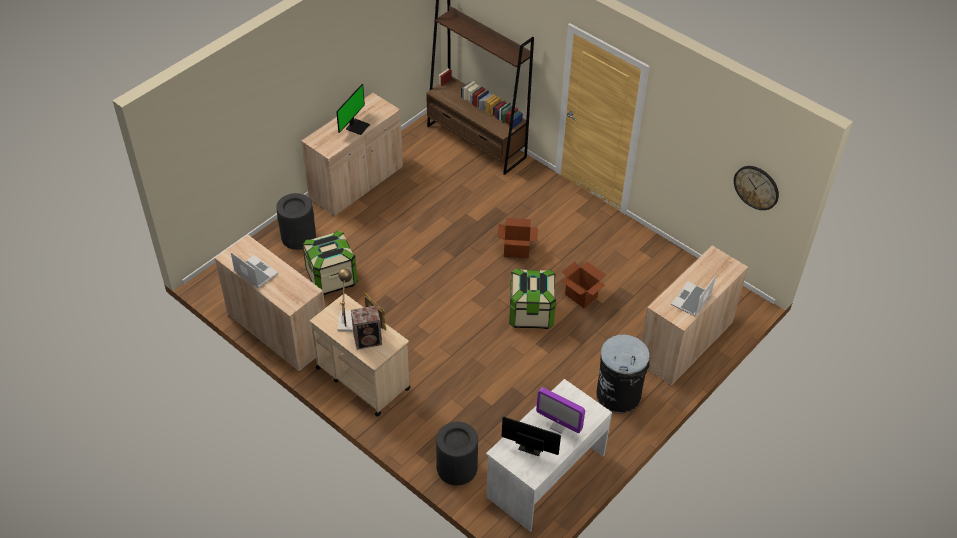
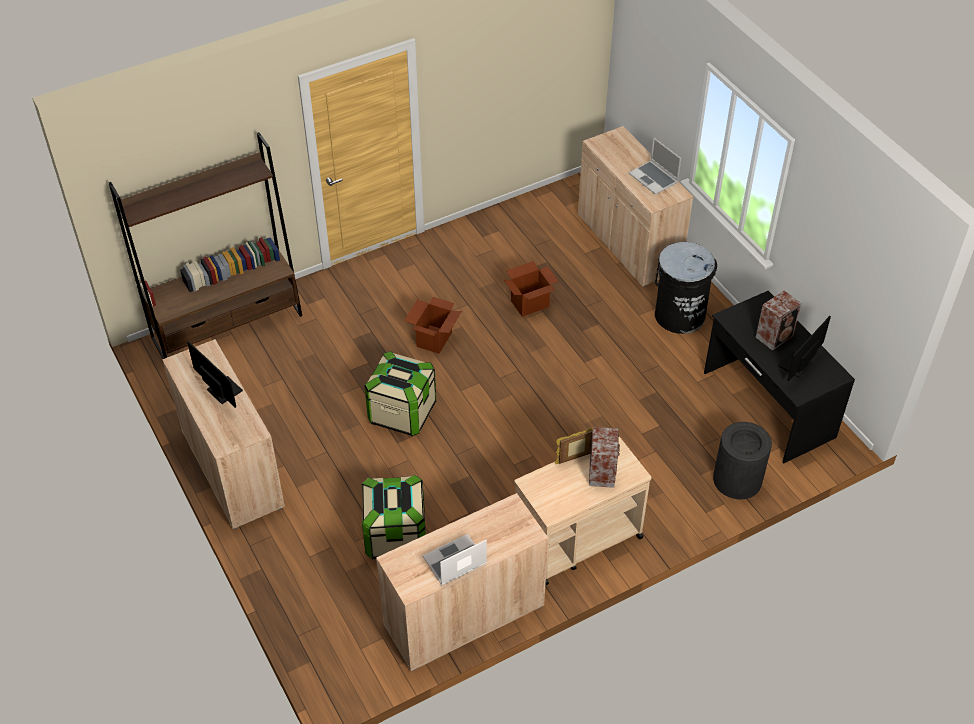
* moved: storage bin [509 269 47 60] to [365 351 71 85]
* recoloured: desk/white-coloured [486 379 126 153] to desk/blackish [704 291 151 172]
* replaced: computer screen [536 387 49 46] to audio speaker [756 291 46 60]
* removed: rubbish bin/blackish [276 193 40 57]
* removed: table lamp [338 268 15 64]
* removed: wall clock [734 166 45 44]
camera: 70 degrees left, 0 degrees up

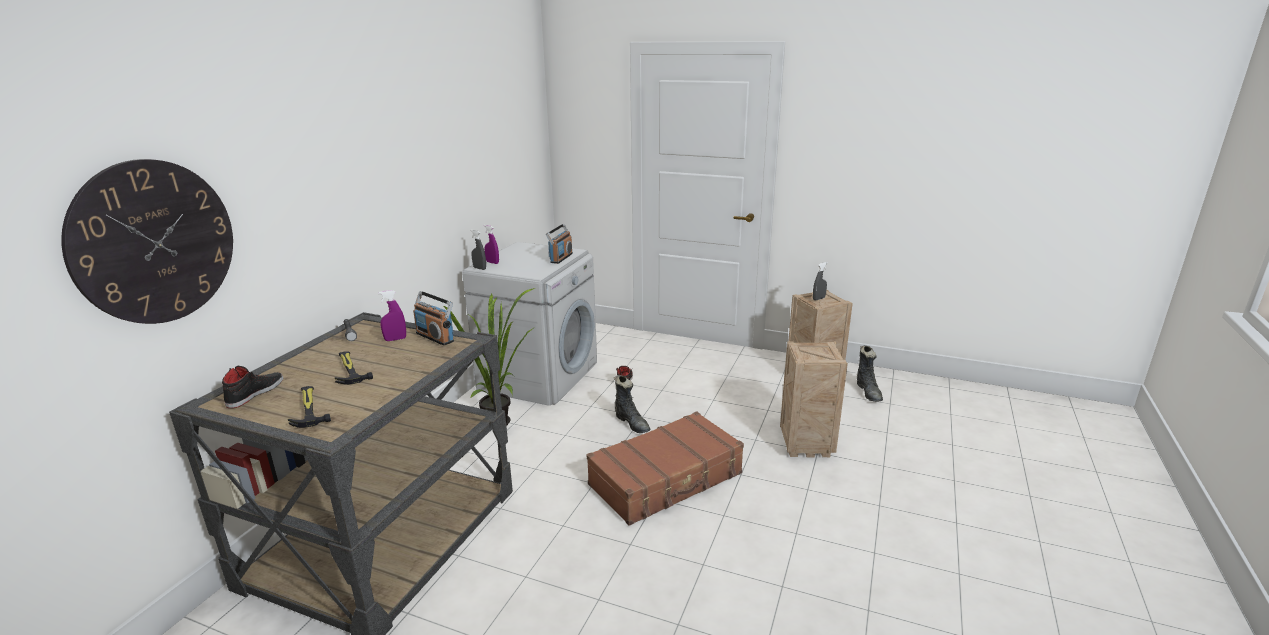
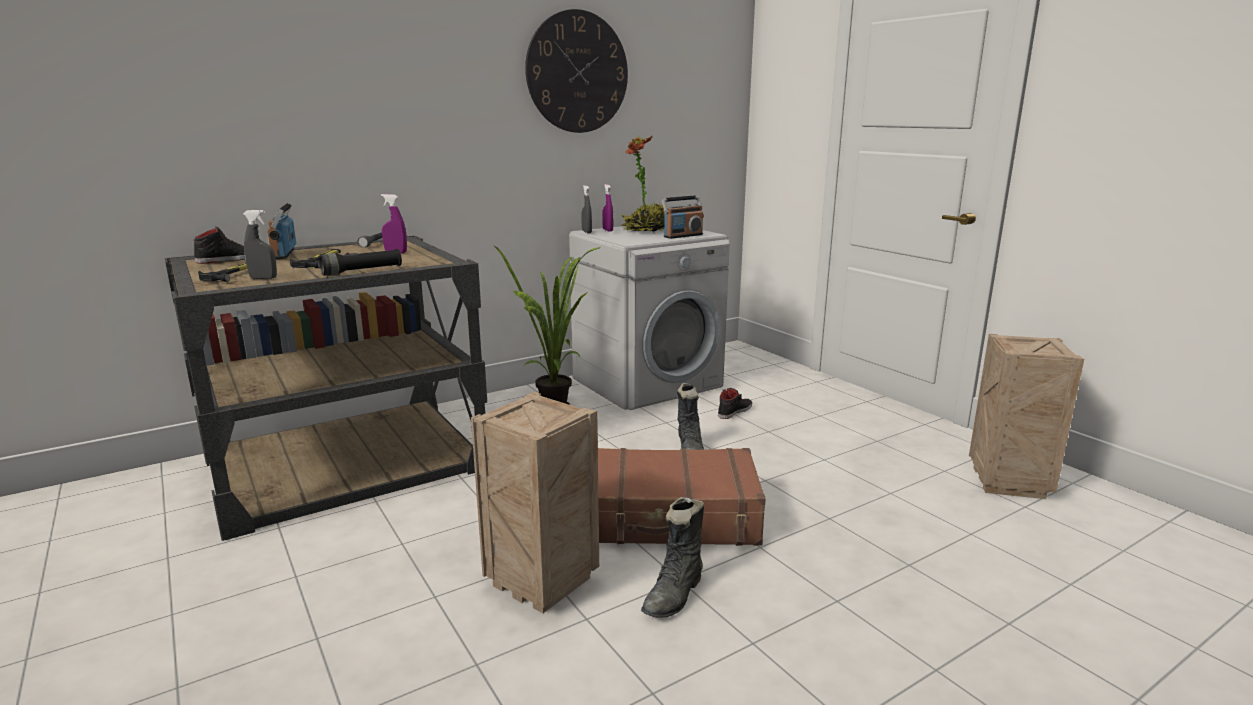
* moved: sprayer/gray [813 262 15 38] to [243 210 34 69]
* moved: radio receiver [413 291 41 55] to [267 203 29 56]
* added: flashlight/blackish [319 249 83 26]
* moved: shipping crate [780 342 68 116] to [471 392 128 221]
* moved: wall clock [61 159 172 165] to [525 9 103 124]
* added: potted plant [621 135 46 96]
* moved: boot/blackish [857 345 26 56] to [641 497 63 121]
camera: 35 degrees right, 5 degrees down

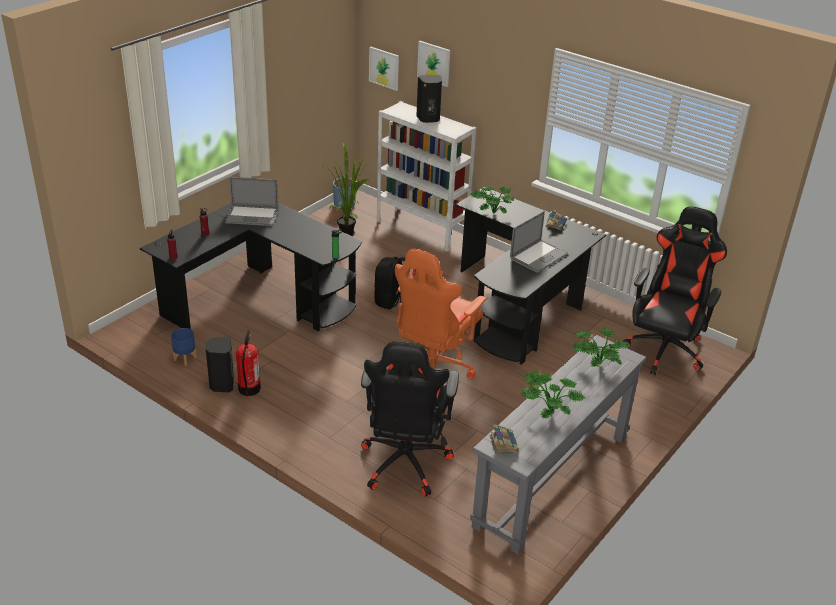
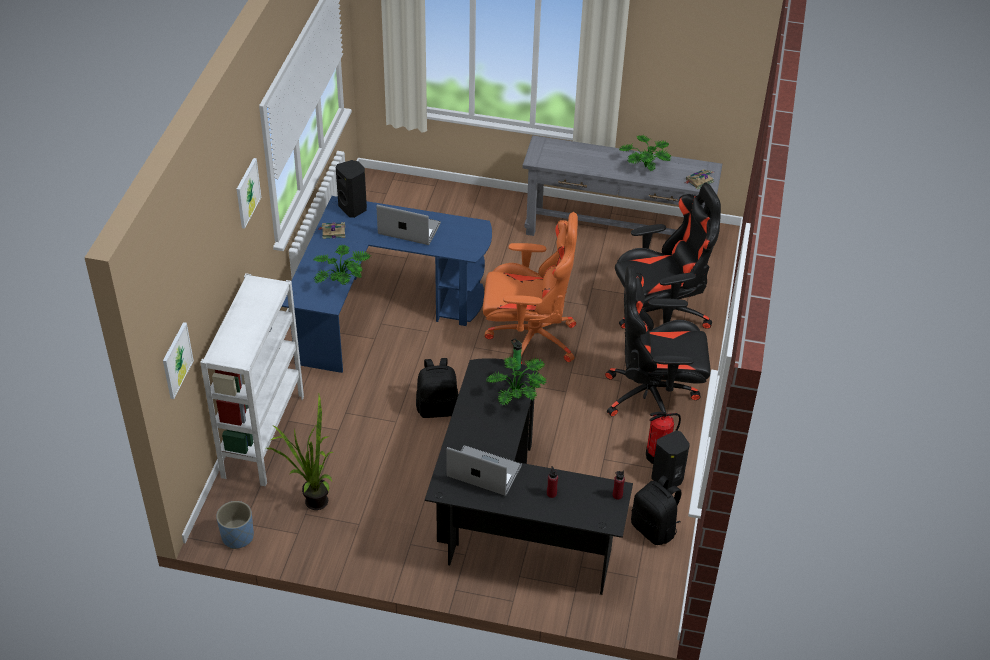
* moved: picture [417 41 33 46] to [237 158 24 71]
* recoloured: desk/blackish [456 187 150 178] to desk/blue [282 196 210 177]
* moved: audio speaker/blackish [417 75 25 48] to [336 160 31 58]
* turned: notebook computer [225 177 54 49] = [446 445 76 51] 45 degrees counterclockwise
* moved: potted plant [572 327 58 40] to [486 357 61 49]
* moved: computer chair/blackish [623 206 104 169] to [605 264 106 152]
* replaced: plant pot/blue [171 328 26 38] to rucksack/blackish [631 475 51 70]
camera: 115 degrees left, 10 degrees up

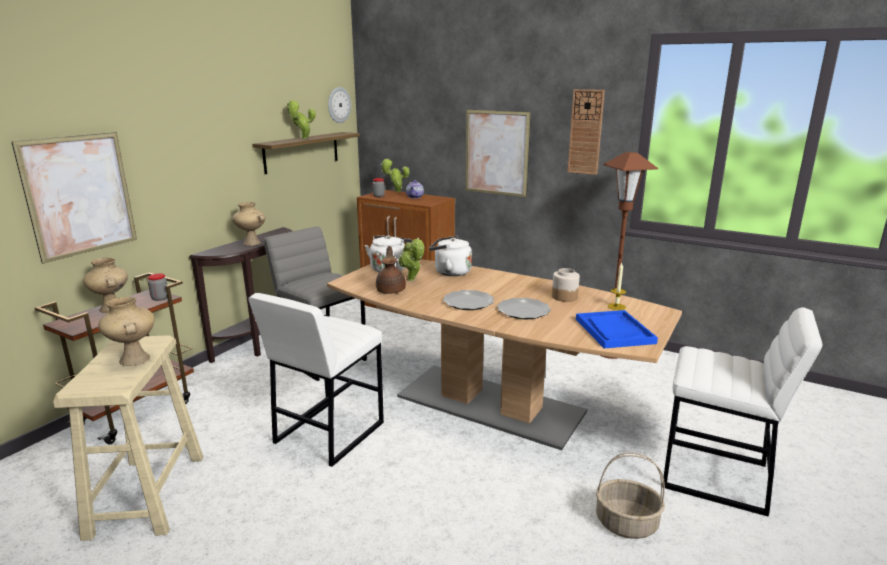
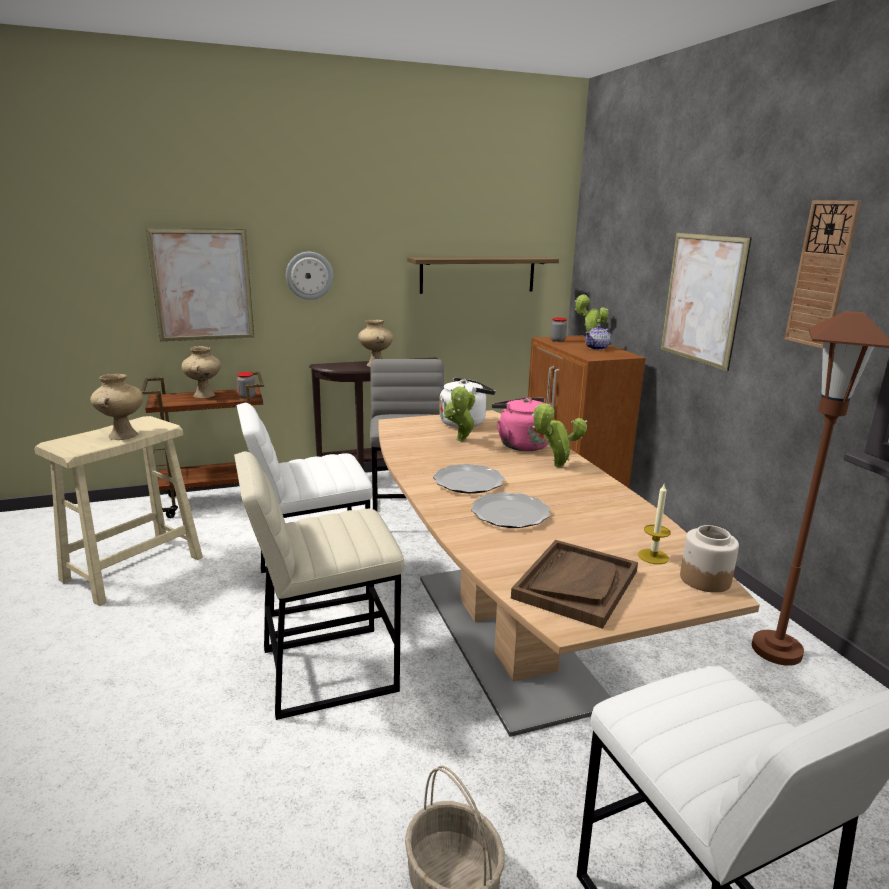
* added: chair/beige-coloured [234 451 170 269]
* moved: wall clock [328 87 23 36] to [286 252 47 48]
* recoloured: water kettle/white-coloured [429 236 43 40] to water kettle/pink-coloured [492 397 56 54]
* recoloured: serving tray/blue [576 310 82 38] to serving tray/brown [511 540 127 89]
* moved: potted plant [287 100 29 39] to [532 403 55 64]
* moved: preserve jar [552 268 28 34] to [680 525 59 68]
* removed: pot for tea/brown [376 246 30 48]
camera: 40 degrees right, 0 degrees up

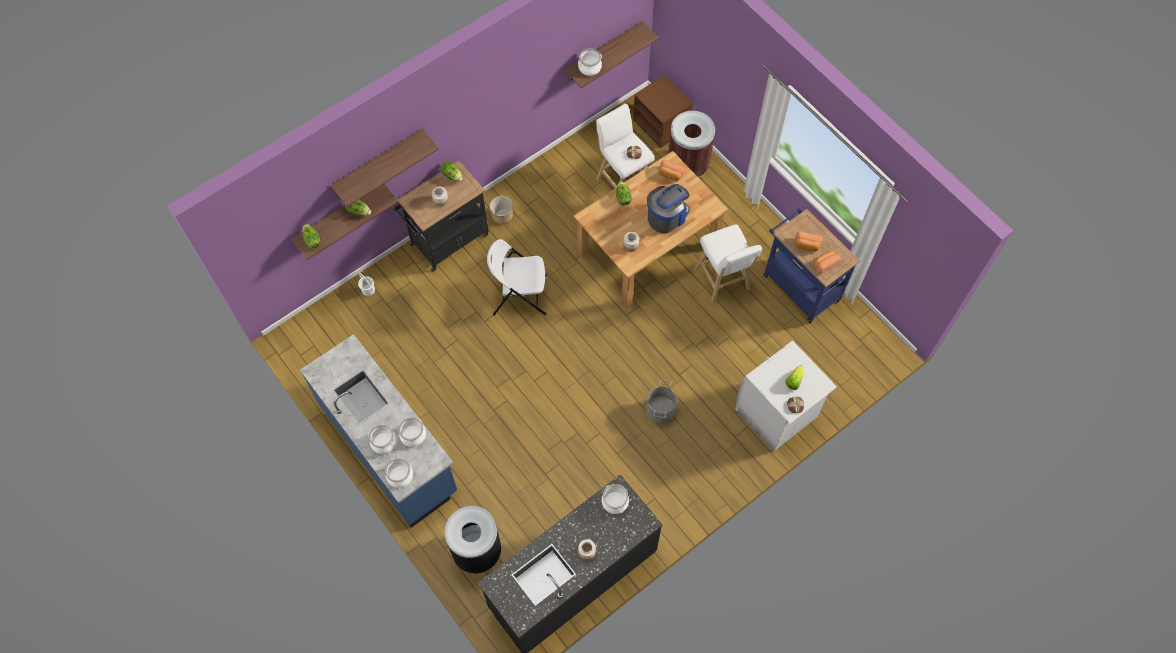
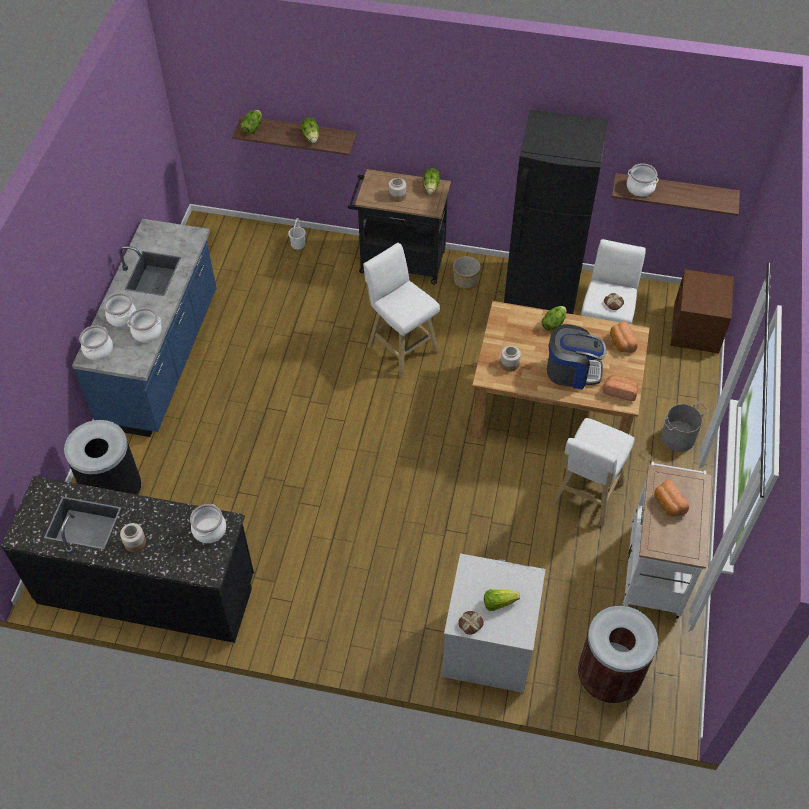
* replaced: chair/white-coloured [487 239 60 77] to stool seat/white-coloured [363 243 77 135]
* added: refrigerator/blackish [504 109 104 205]
* moved: rubbish bin/brown [668 111 47 66] to [578 606 80 98]
* moved: baked bread [814 251 28 24] to [603 375 35 26]
* recoloured: cart/blue [763 209 97 115] to cart/white-coloured [622 462 90 156]
* moved: water bucket/gray [646 380 31 44] to [661 402 48 50]
* removed: bracket shelf [331 129 108 78]
camera: 50 degrees right, 10 degrees down

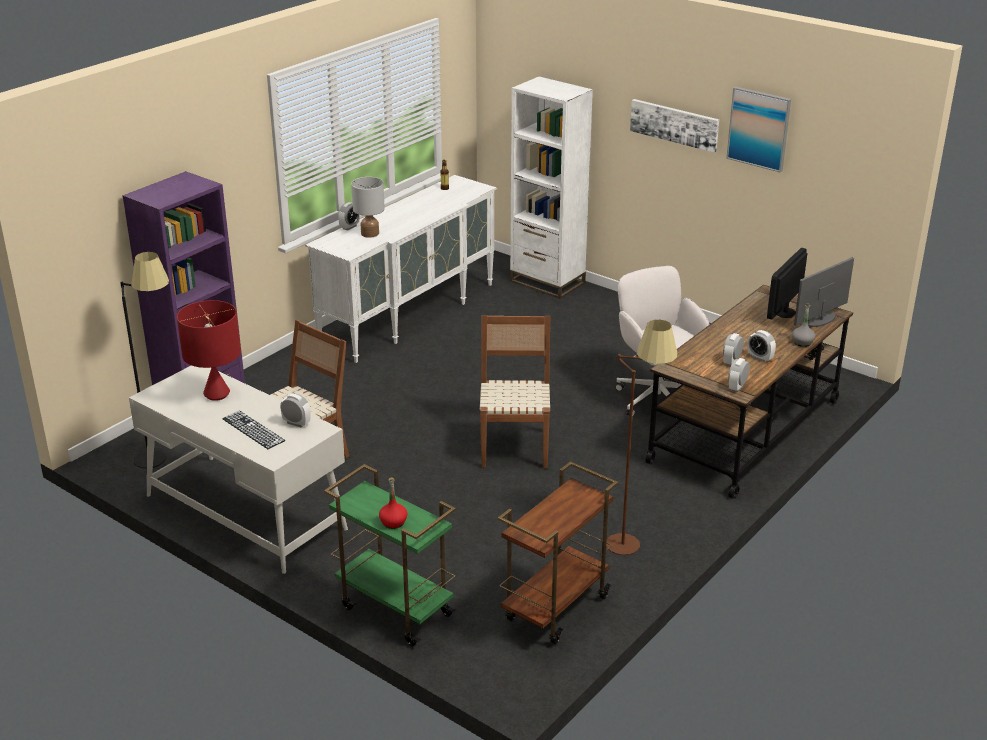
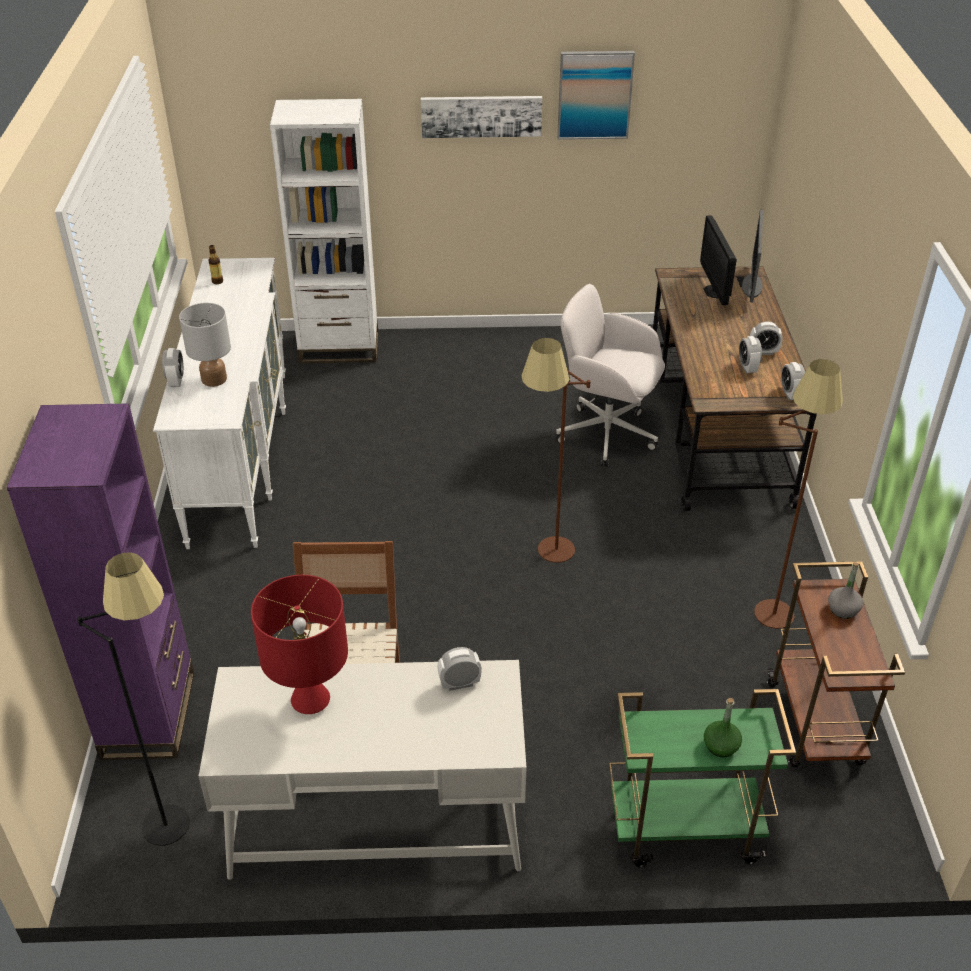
* replaced: chair [480 315 70 154] to floor lamp/brown [522 338 69 225]
* recoloured: bottle/red [379 478 28 51] to bottle/green-coloured [704 698 38 59]
* moved: bottle/gray [792 303 23 44] to [828 562 35 57]
* removed: keyboard [222 411 63 38]
camera: 40 degrees left, 10 degrees up

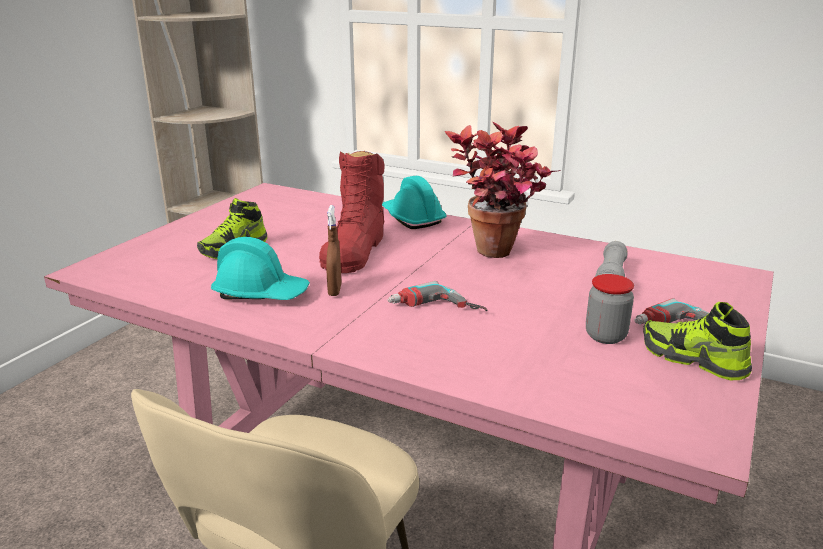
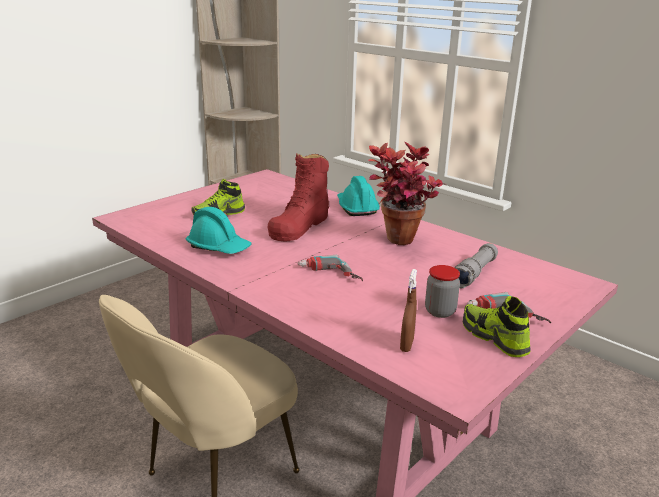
* moved: sprayer/brown [326 205 15 91] to [400 269 17 83]
camera: 15 degrees right, 0 degrees up

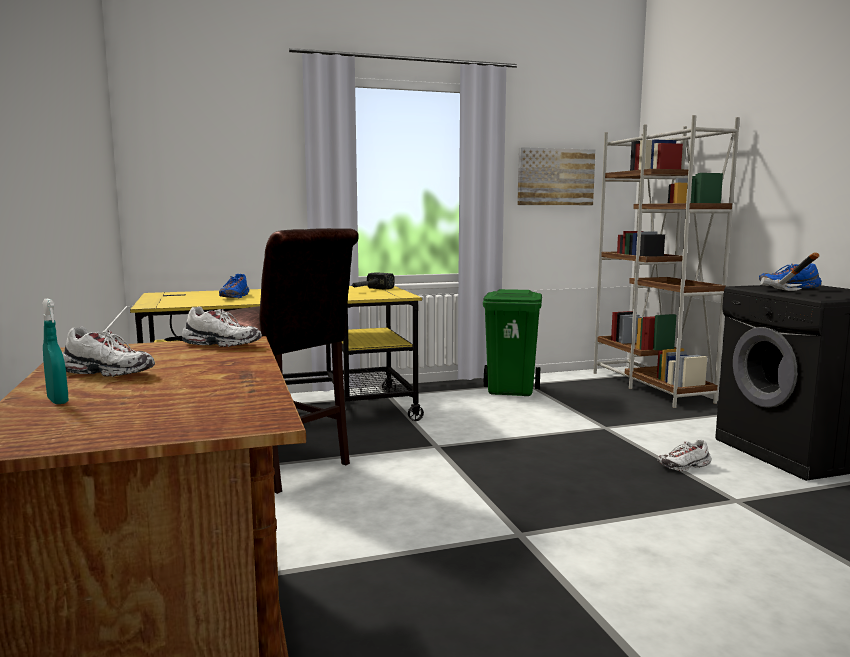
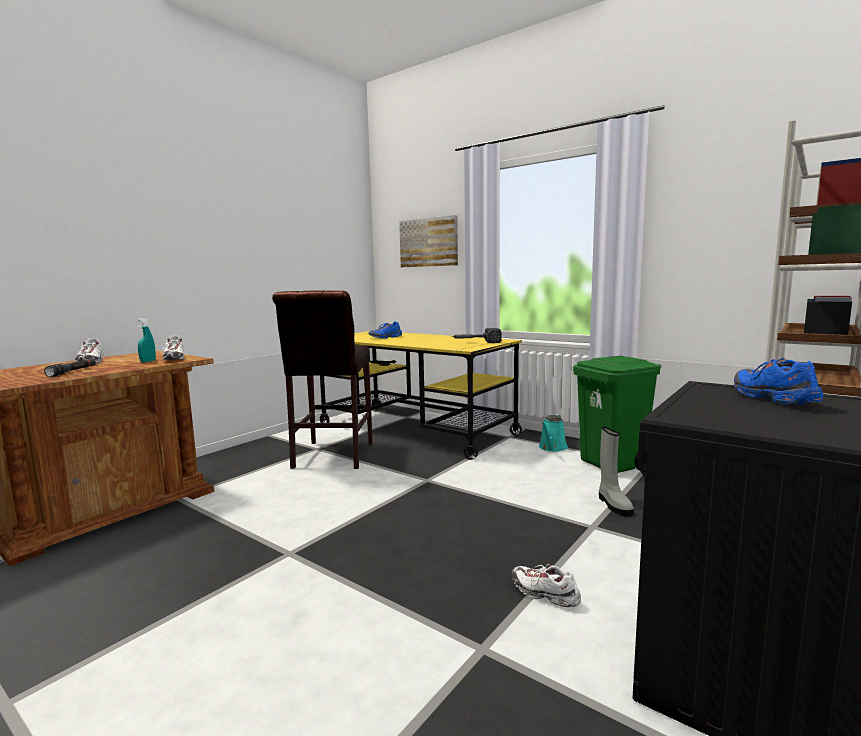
* added: flashlight/blackish [44 358 52 19]
* moved: sprayer/blue-green [42 299 26 105] to [136 318 20 44]
* moved: picture [517 147 79 58] to [399 215 59 52]
* added: watering pot/blue-green [539 414 29 38]
* added: boot/gray [599 427 35 90]
* removed: tool hammer [761 252 58 39]
camera: 55 degrees right, 0 degrees up

